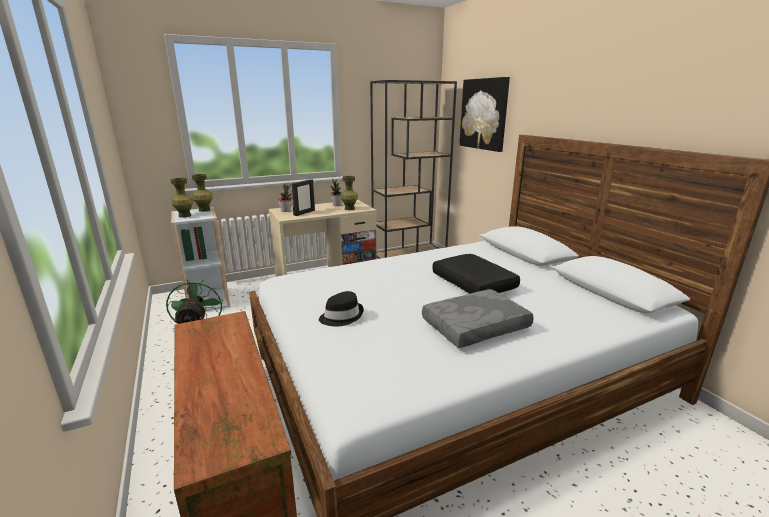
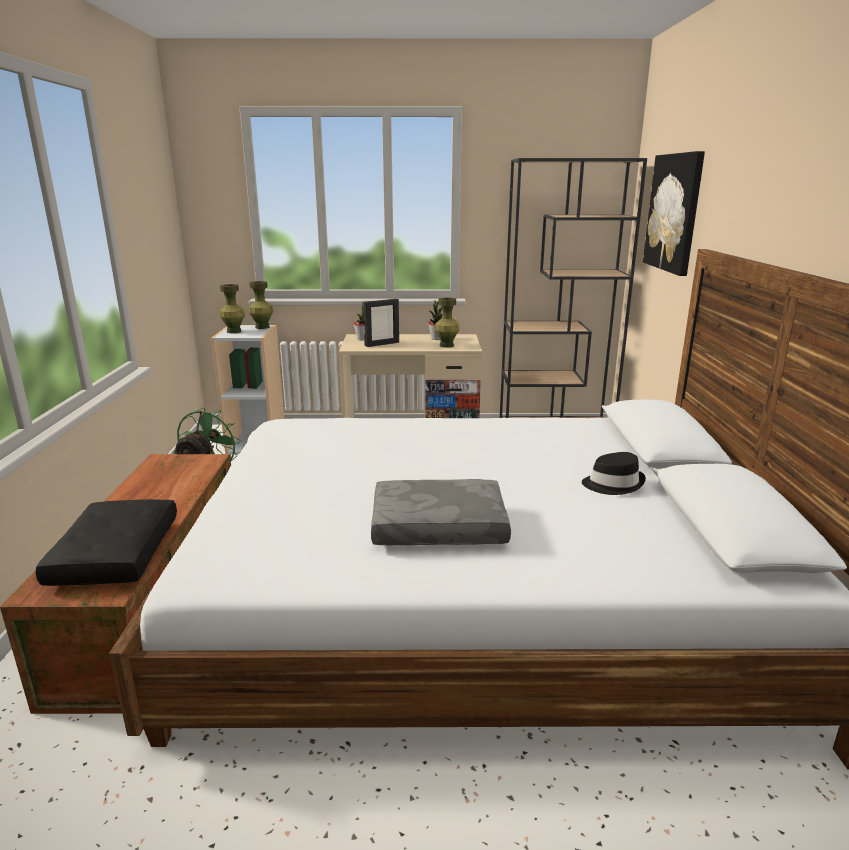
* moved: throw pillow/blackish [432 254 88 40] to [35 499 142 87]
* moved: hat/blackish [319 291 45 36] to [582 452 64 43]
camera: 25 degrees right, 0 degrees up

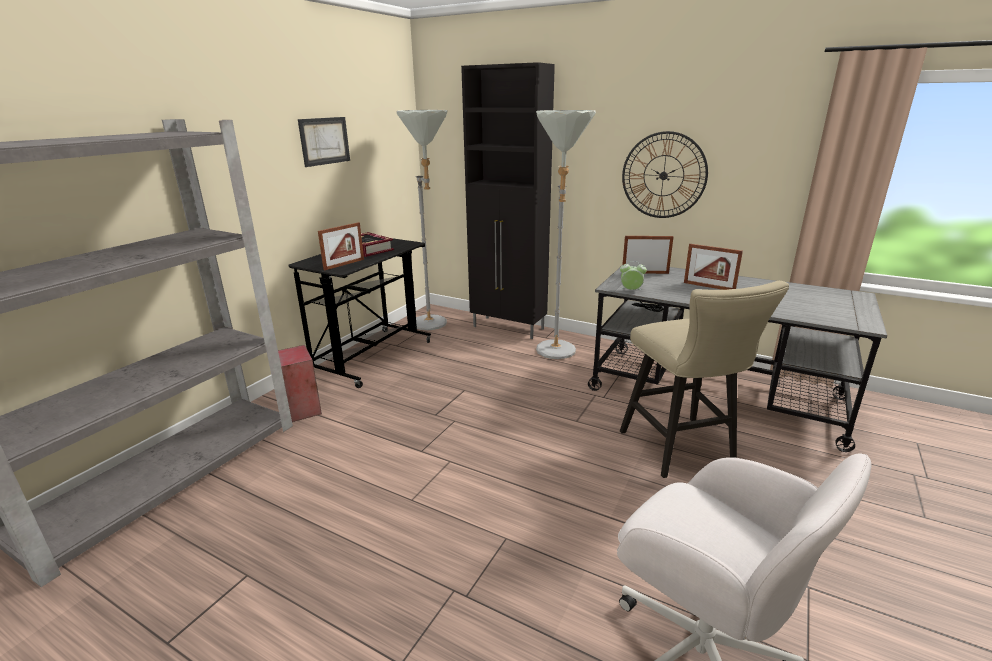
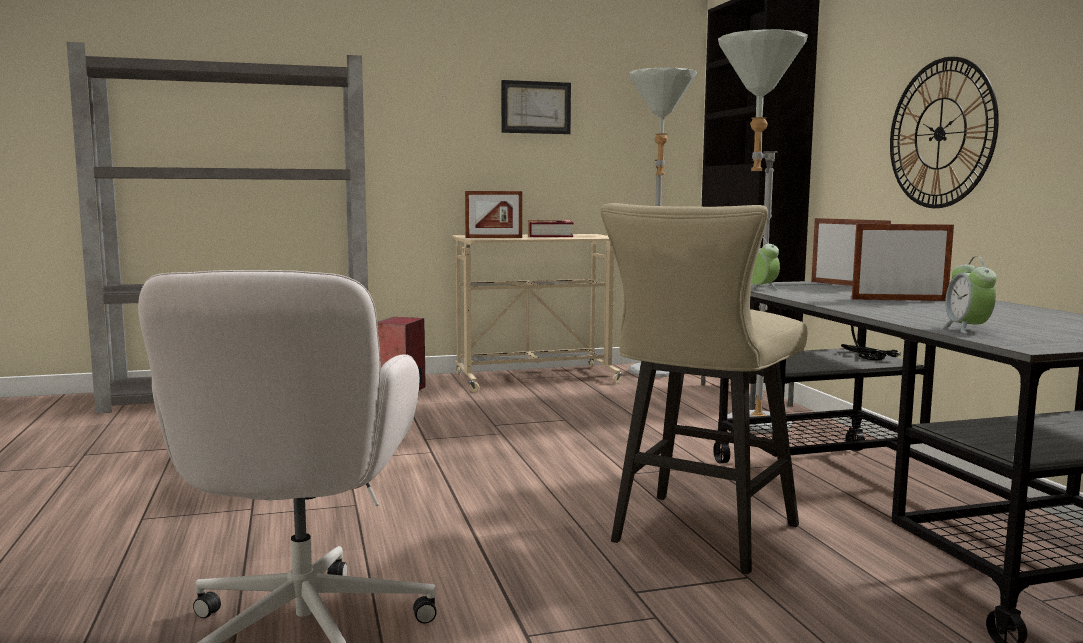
* recoloured: desk/blackish [288 238 143 150] to desk/beige-coloured [452 234 170 158]
* turned: standing frame [684 244 59 46] = [852 224 102 77] 105 degrees clockwise
* added: alarm clock [942 256 55 78]
camera: 45 degrees right, 15 degrees down

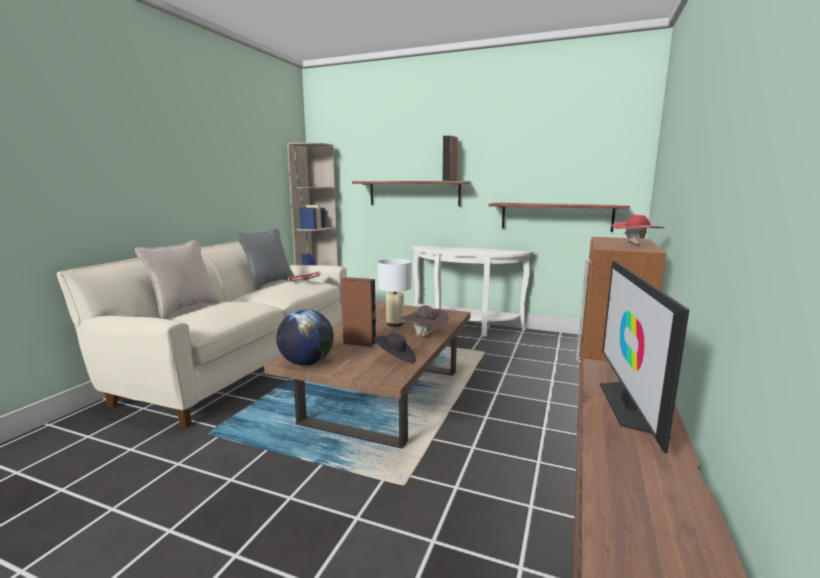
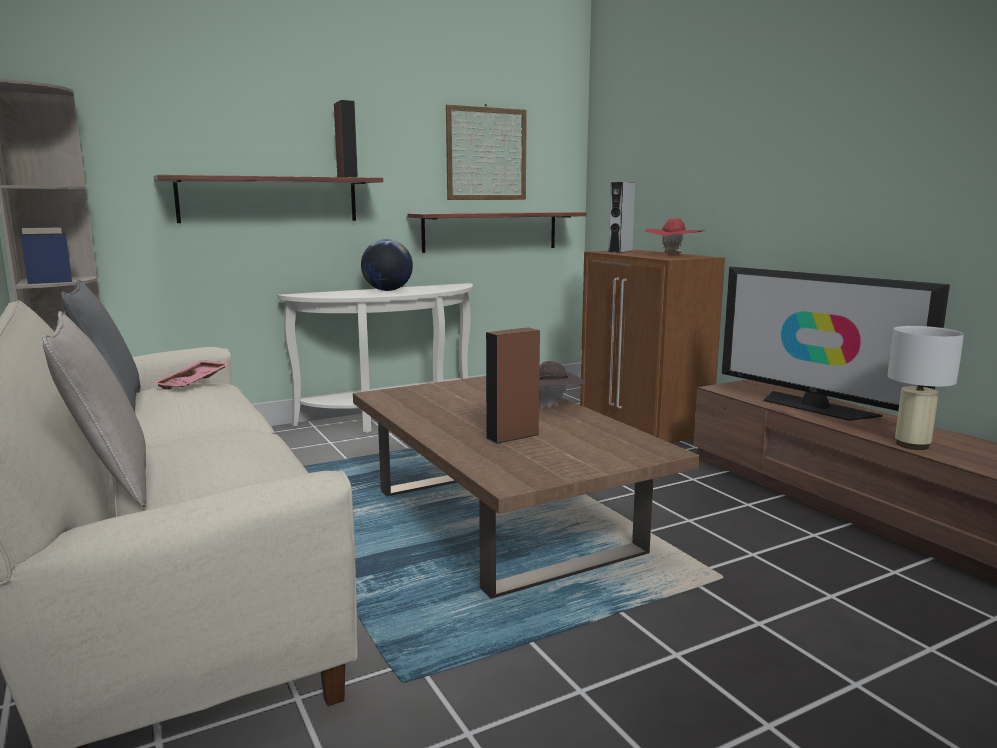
* moved: world globe [276 309 58 56] to [361 239 52 52]
* added: picture [446 104 81 96]
* added: audio speaker/gray [609 182 26 71]
* moved: table lamp/white-coloured [378 259 34 68] to [888 326 76 124]
* removed: hat/blackish [374 333 42 29]
camera: 50 degrees left, 0 degrees up

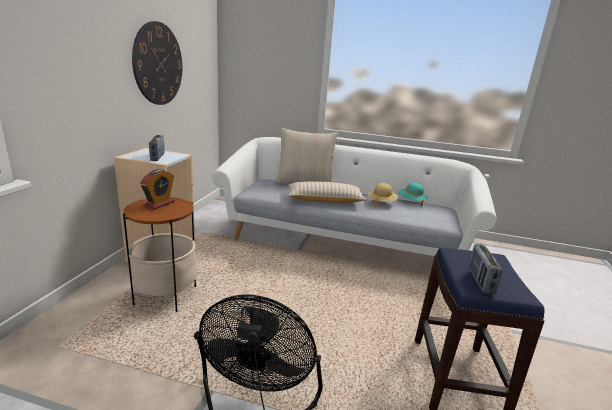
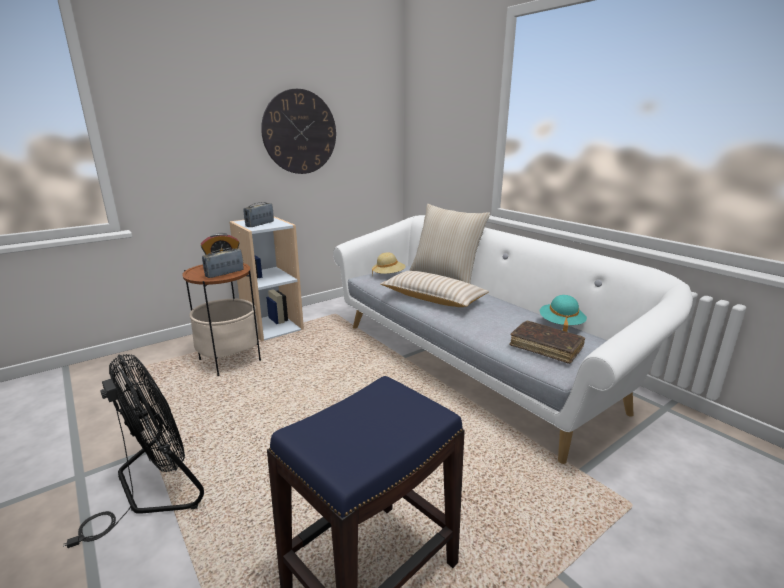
* moved: radio receiver [469 244 34 51] to [202 248 42 30]
* moved: hat/beige-coloured [368 183 30 24] to [372 252 34 25]
* added: volume/brown [509 321 76 43]
camera: 40 degrees right, 0 degrees up

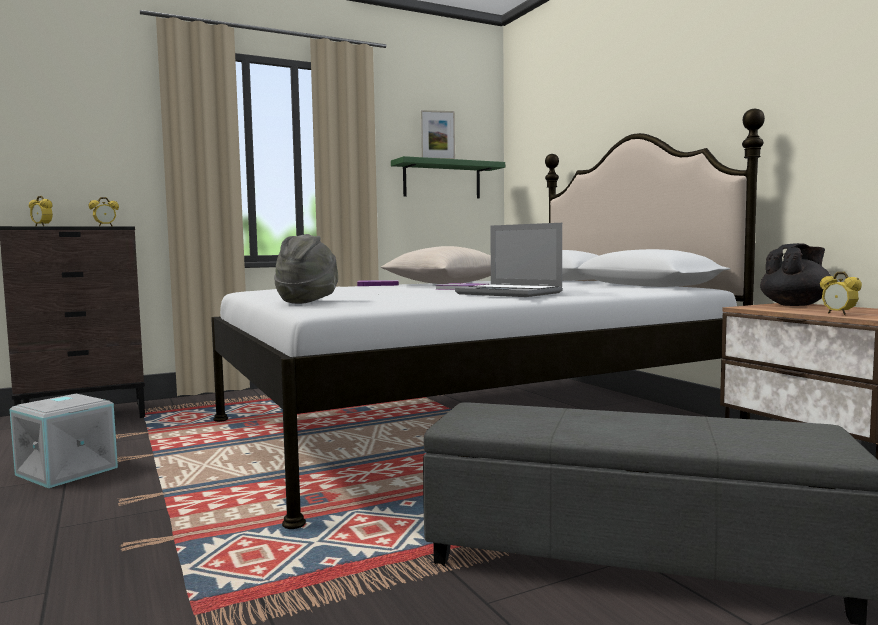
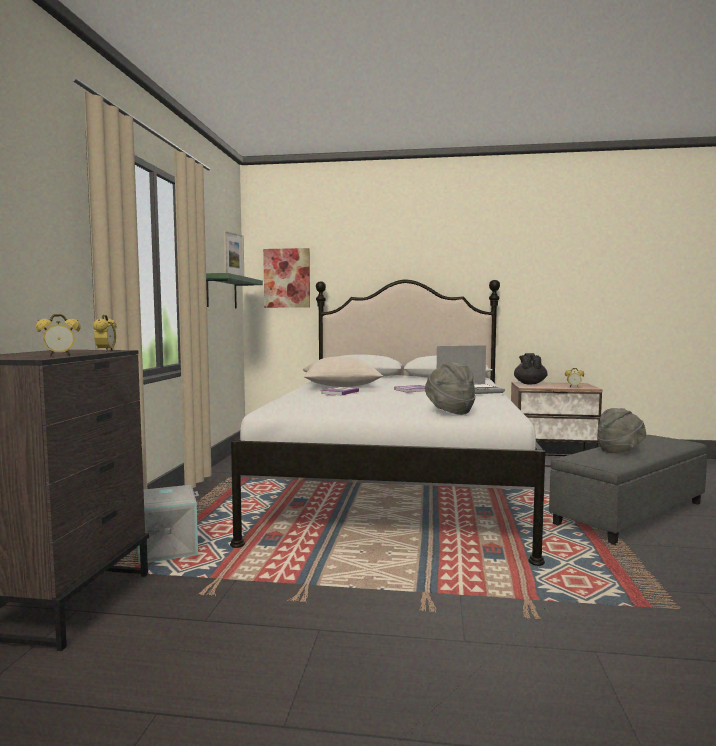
* moved: storage bin/gray [10 394 108 94] to [138 485 61 79]
* added: picture [263 248 47 60]
* added: hat/gray [597 408 49 45]
camera: 55 degrees left, 0 degrees up

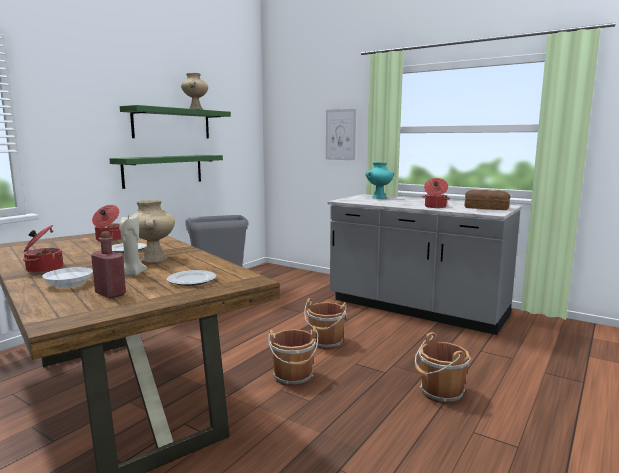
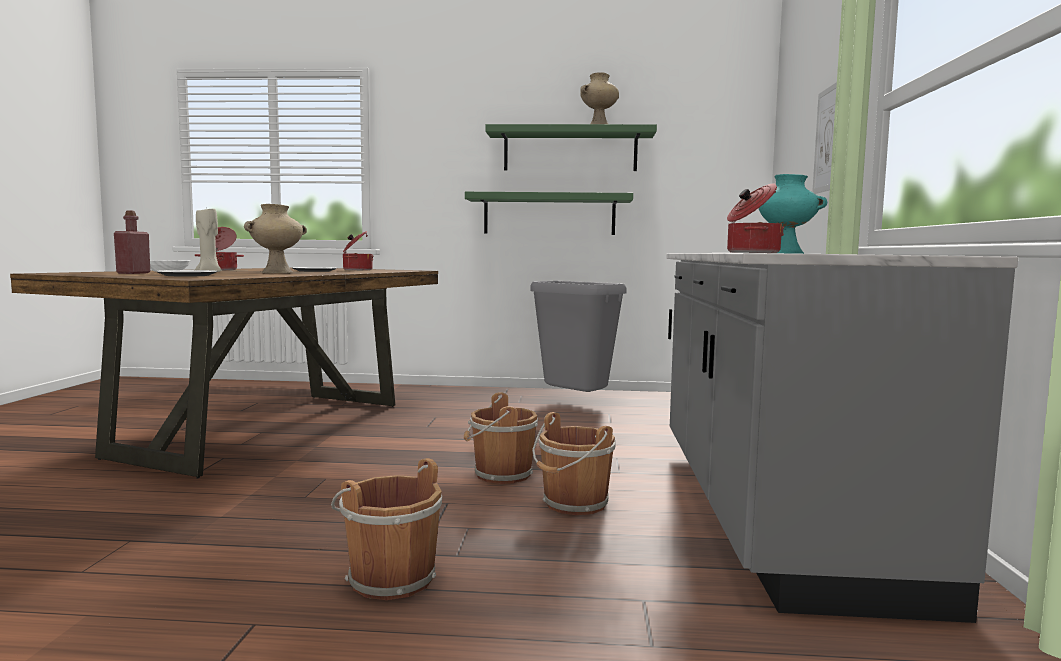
* moved: water bucket/brown [268 326 50 60] to [532 412 84 103]
* removed: baked bread [465 190 46 20]
camera: 60 degrees right, 5 degrees down

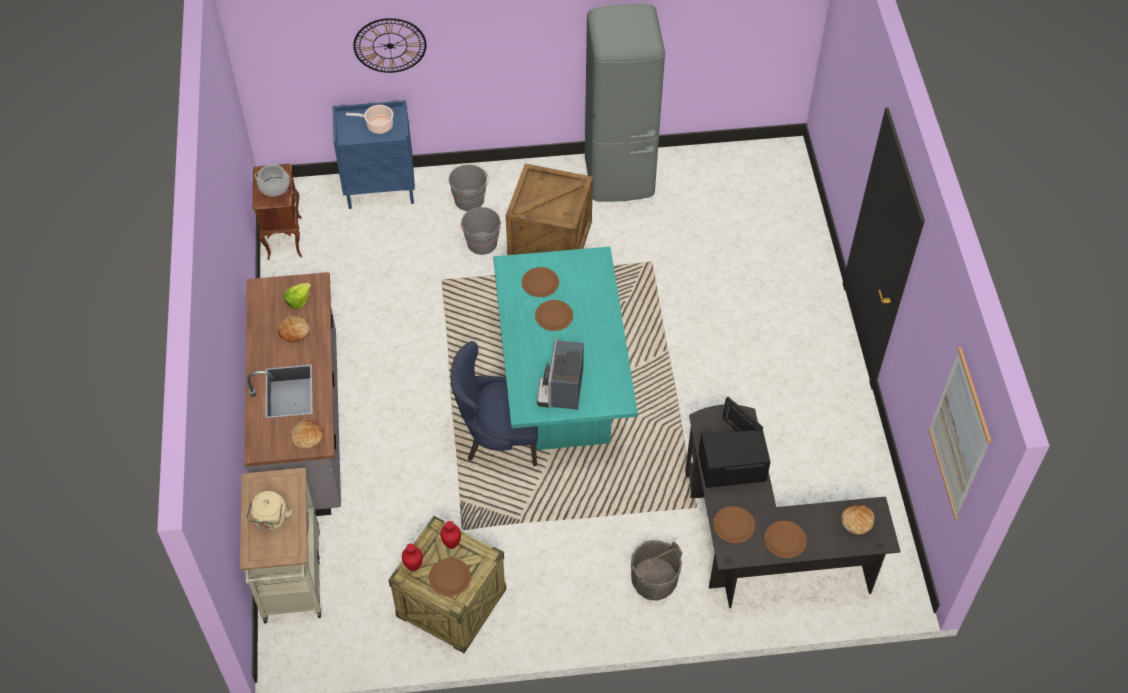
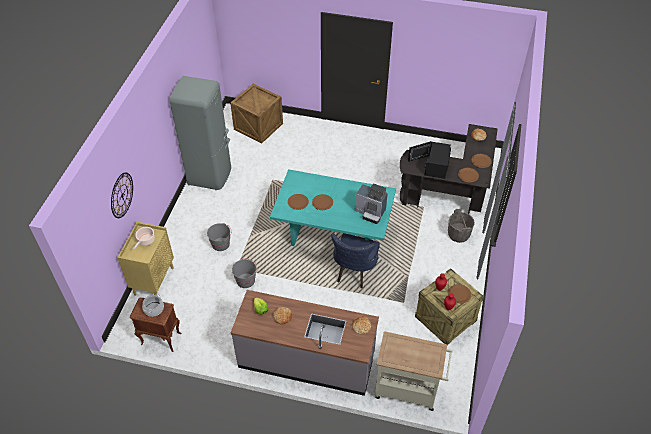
* recoloured: cabinet/blue [332 100 83 109] to cabinet/beige-coloured [117 222 57 74]
* moved: shipping crate [506 163 87 92] to [230 84 53 60]
* moved: water bucket/gray [449 164 40 47] to [232 258 25 30]
* removed: water kettle/beige-coloured [246 491 47 40]
* removed: picture [928 347 63 172]
camera: 70 degrees left, 5 degrees down

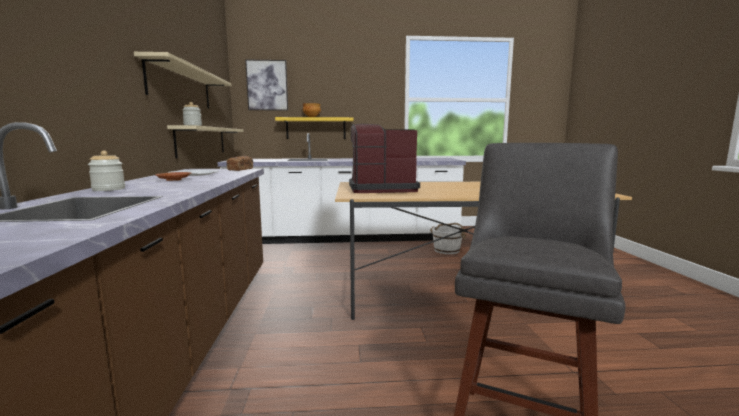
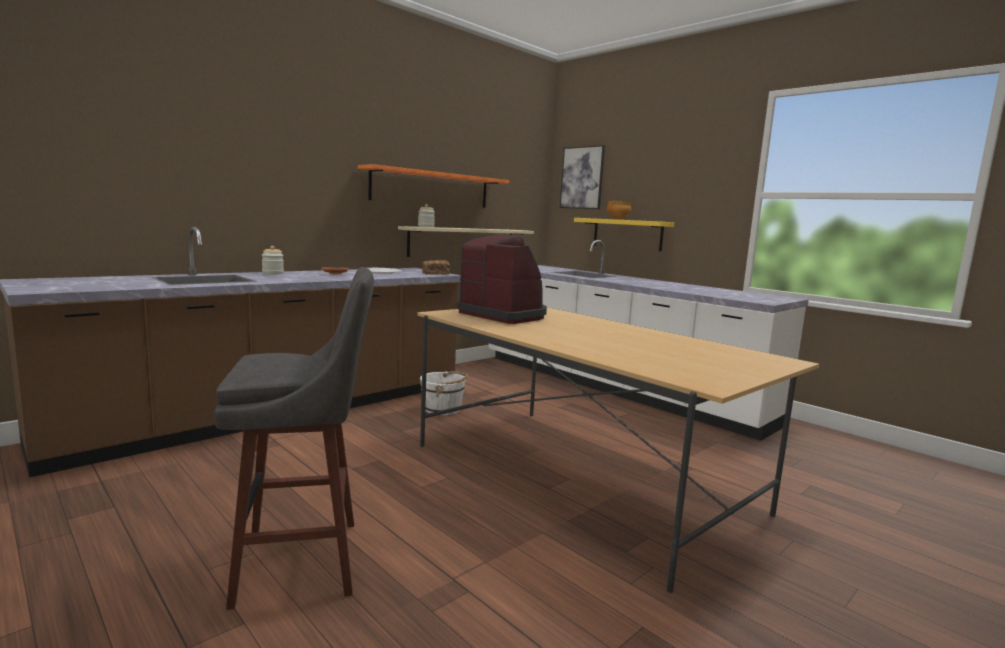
* recoloured: bracket shelf/beige-coloured [134 52 97 57] to bracket shelf/orange [358 164 151 44]
* moved: water bucket/white-coloured [430 223 36 31] to [420 371 48 44]
camera: 50 degrees right, 0 degrees up

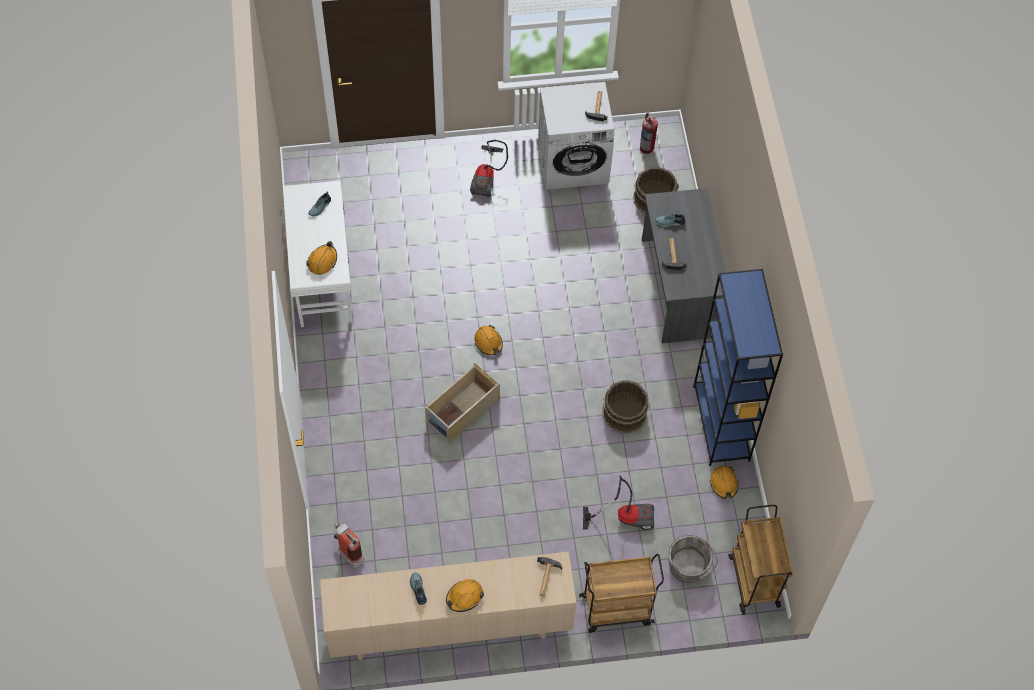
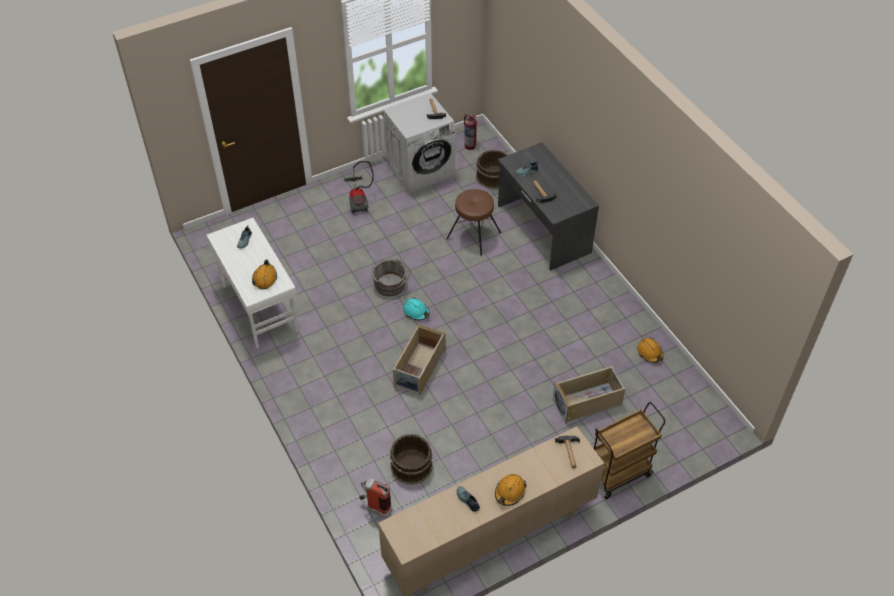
* moved: water bucket/gray [668 535 50 48] to [372 259 39 37]
* moved: water bucket/brown [602 380 47 54] to [390 434 43 50]
* recoloured: work helmet/orange [474 325 29 30] to work helmet/blue-green [403 298 27 22]
* added: stool seat/brown [446 189 55 67]
* replaced: vacuum [583 476 71 54] to storage bin/beige-coloured [553 366 73 58]
* removed: shelving unit/blue [693 269 90 197]
* removed: cart/brown [728 505 65 110]
camera: 20 degrees left, 10 degrees down

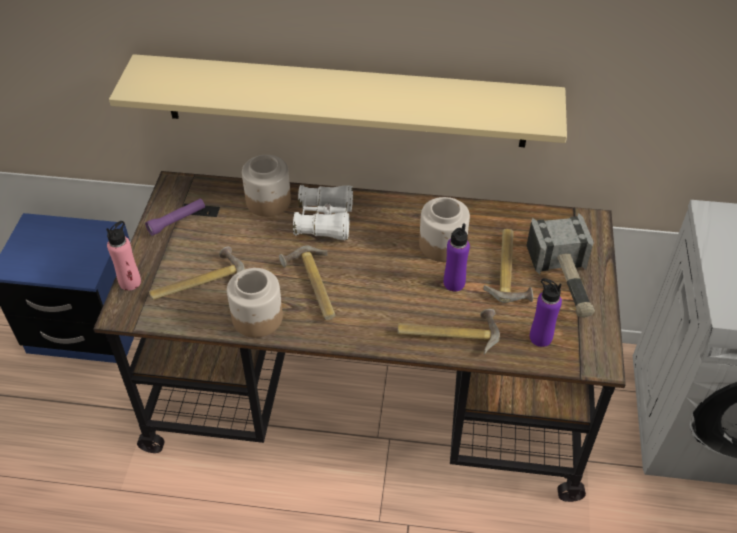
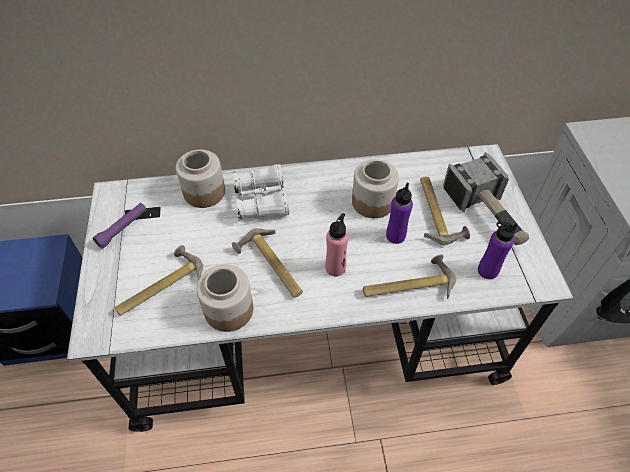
* recoloured: desk/brown [93 171 533 331] to desk/white-coloured [67 144 507 288]
* moved: bottle/pink-coloured [106 221 35 70] to [325 213 23 63]
* removed: bracket shelf/beige-coloured [109 54 458 93]
camera: 15 degrees left, 5 degrees up

